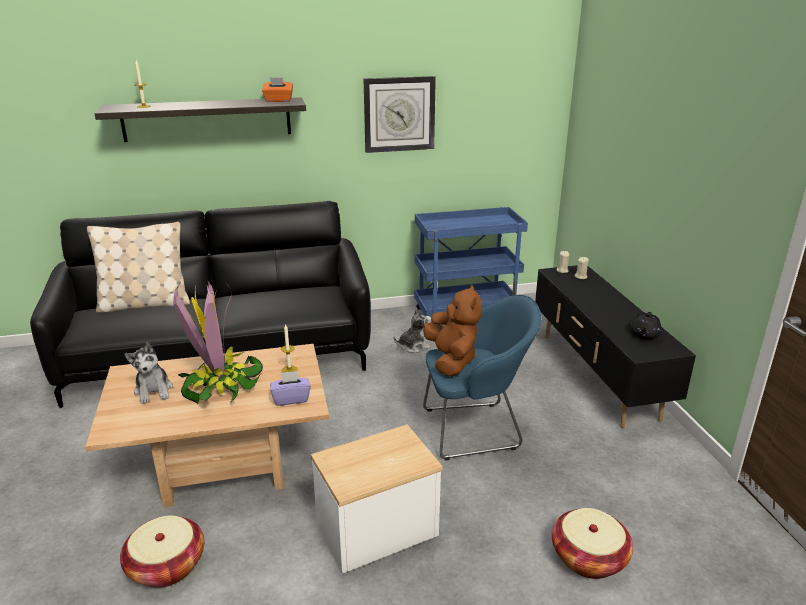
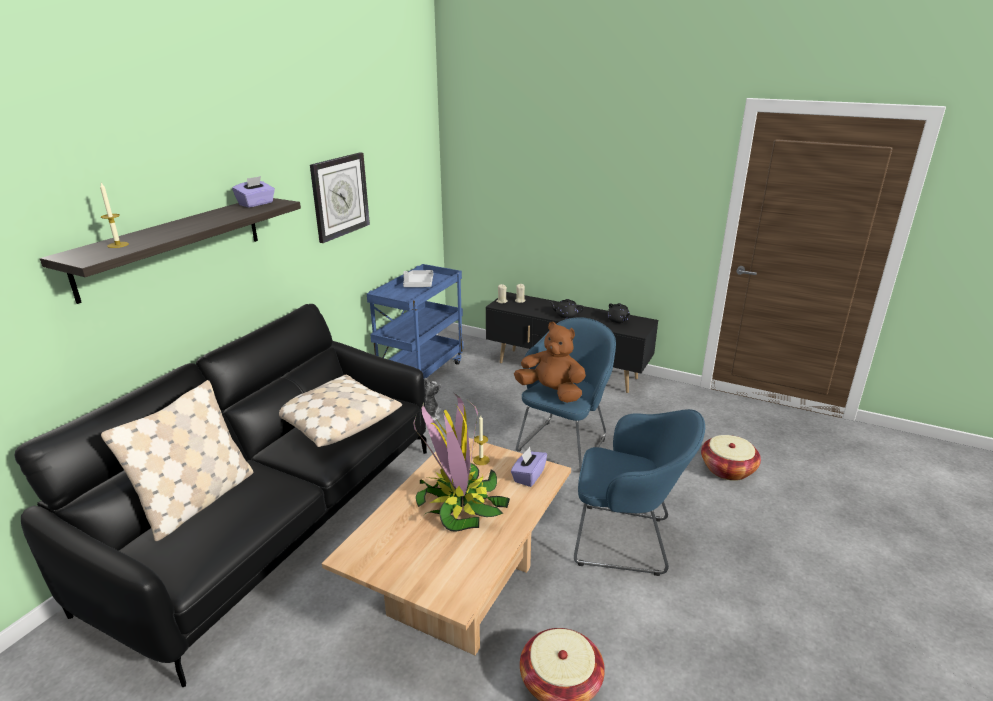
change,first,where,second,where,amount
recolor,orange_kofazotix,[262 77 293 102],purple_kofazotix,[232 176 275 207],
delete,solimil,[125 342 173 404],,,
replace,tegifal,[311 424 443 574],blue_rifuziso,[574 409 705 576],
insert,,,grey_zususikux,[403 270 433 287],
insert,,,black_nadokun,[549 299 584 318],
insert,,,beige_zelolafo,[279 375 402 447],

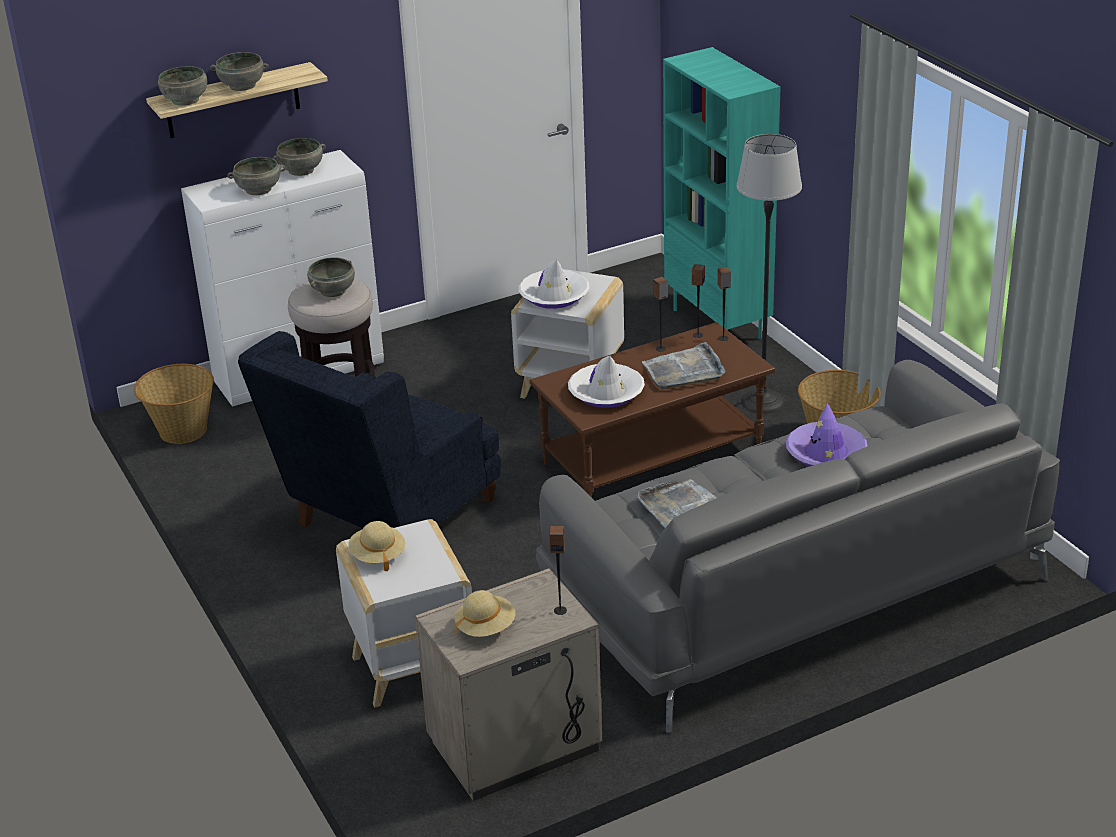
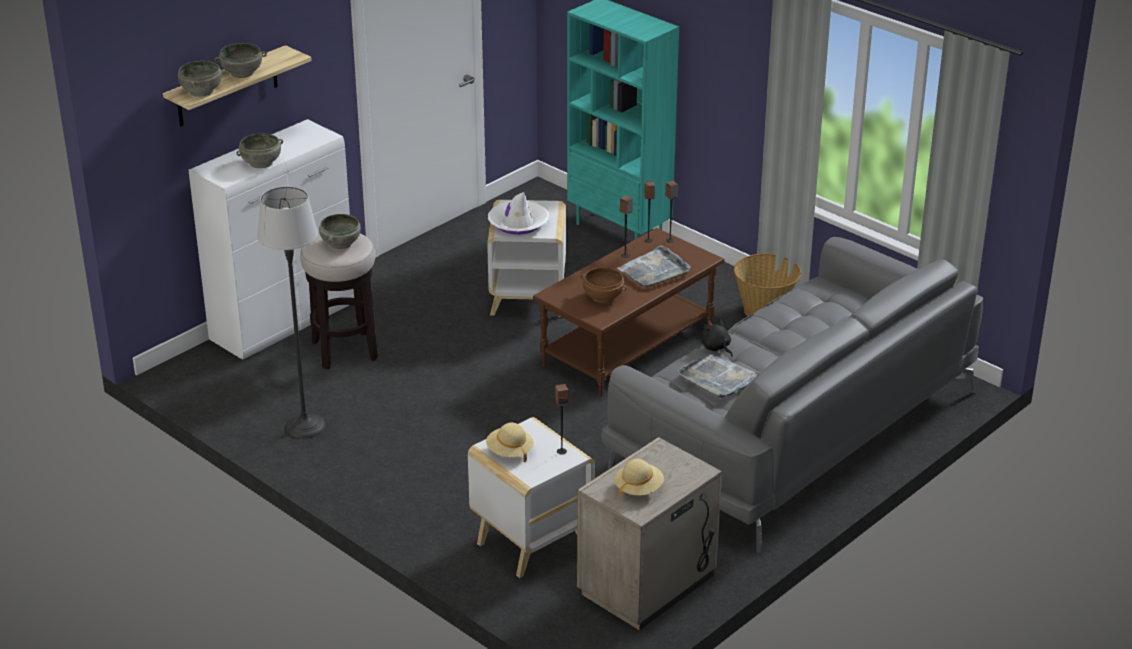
change,first,where,second,where,amount
move,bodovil,[736 134 802 414],,[257 187 326 439],
delete,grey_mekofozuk,[273 138 326 176],,,
delete,blue_rifuziso,[238 331 501 528],,,
replace,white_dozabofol,[568 356 645 408],brown_mekofozuk,[580 268 627 303],
delete,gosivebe,[134 364 214 444],,,
delete,purple_dozabofol,[786 402 868 467],,,
move,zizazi,[549 526 567 615],,[555 384 568 455],
insert,,,black_solimil,[701 319 733 357],

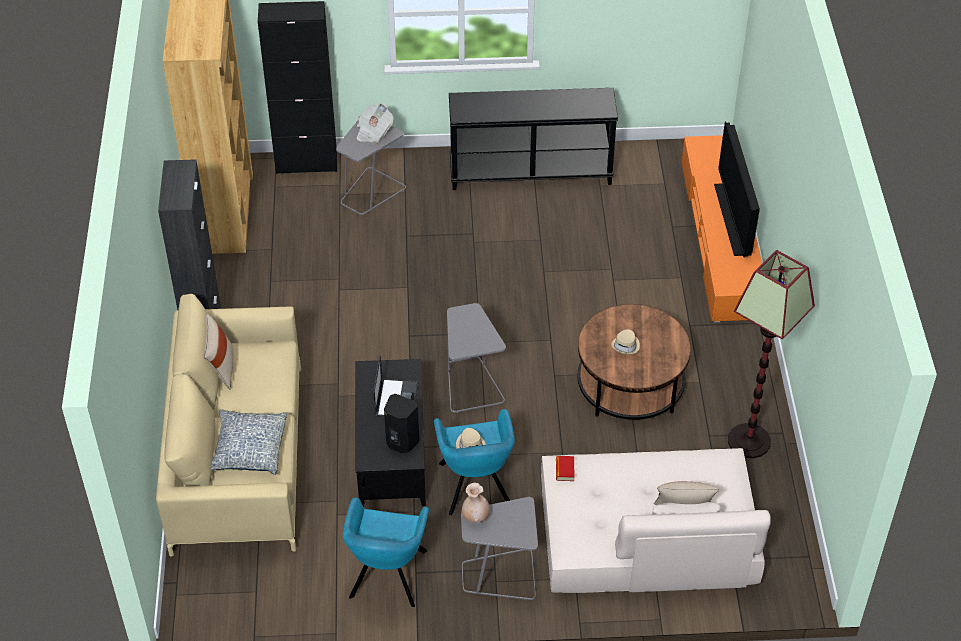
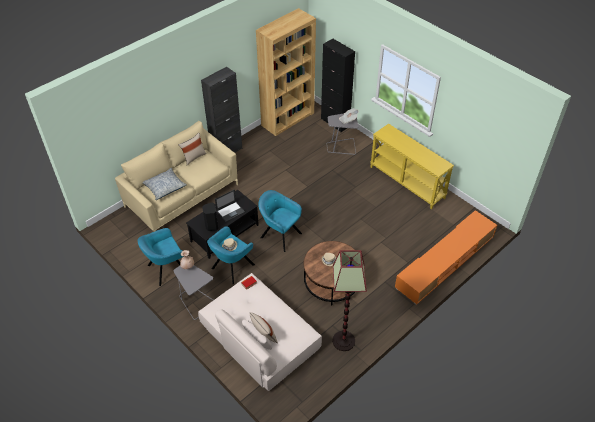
change,first,where,second,where,amount
recolor,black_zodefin,[449 88 618 190],yellow_zodefin,[370 124 454 209],
delete,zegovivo,[714 122 760 258],,,
replace,grey_tegifal,[447 303 506 413],turquoise_rifuziso,[258 190 302 252],

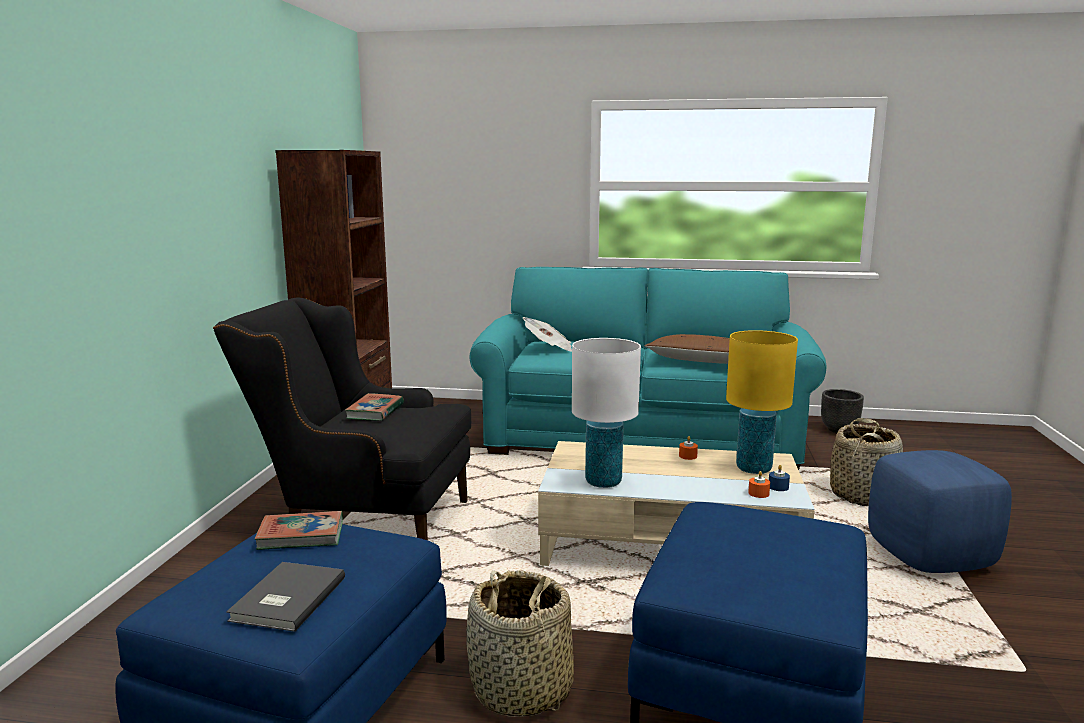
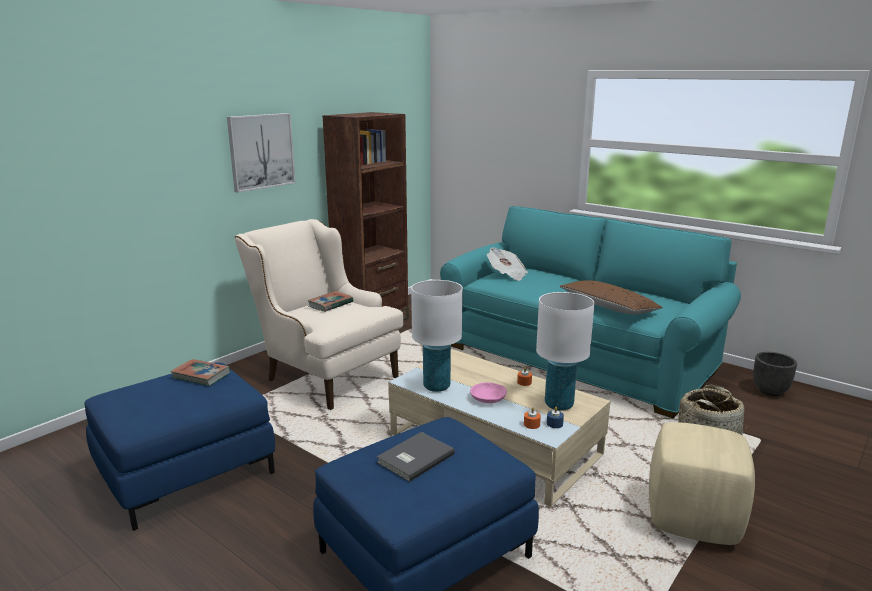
change,first,where,second,where,amount
recolor,black_rifuziso,[213 298 471 540],beige_rifuziso,[234 219 403 410],
recolor,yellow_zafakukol,[726 330 798 474],white_zafakukol,[536 292 595 411],
recolor,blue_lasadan,[868 450 1012 573],beige_lasadan,[649 422 755 545],
move,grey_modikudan,[226 562 345 632],,[376 432 455 482],
delete,gosivebe,[466 570 574 717],,,
insert,,,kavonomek,[227 113 296 193],
insert,,,pink_mekofozuk,[470 382 507 403],

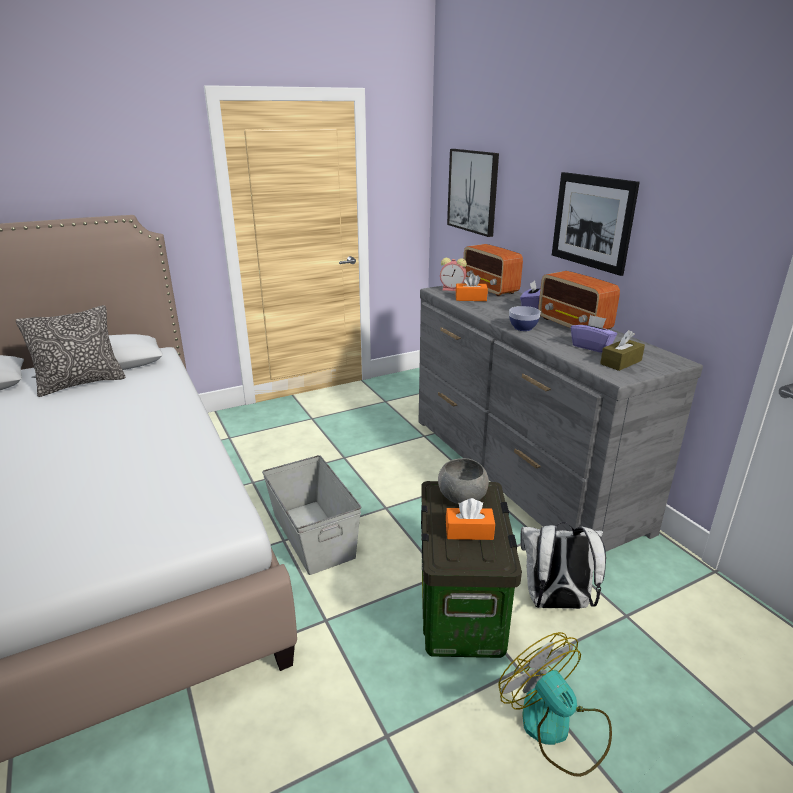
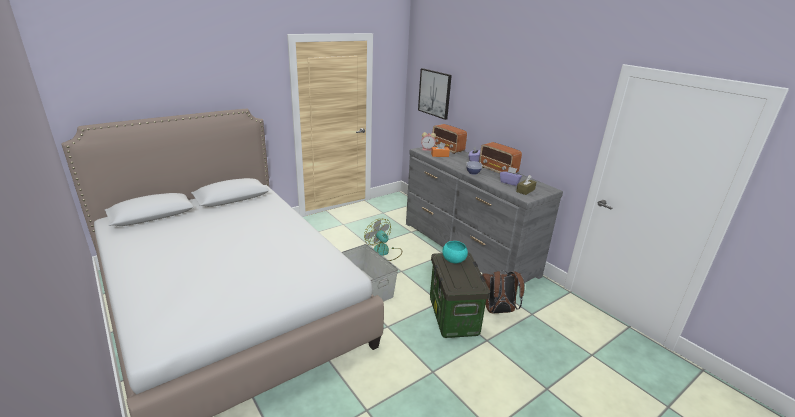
change,first,where,second,where,amount
delete,kavonomek,[552 172 640 276],,,
delete,zelolafo,[16 305 125 397],,,
recolor,grey_mekofozuk,[438 458 489 504],turquoise_mekofozuk,[442 241 468 263],
delete,orange_kofazotix,[446 498 495 540],,,
recolor,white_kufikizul,[520 522 606 609],brown_kufikizul,[482 270 525 313],
move,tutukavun,[498 632 612 777],,[364 218 402 261],

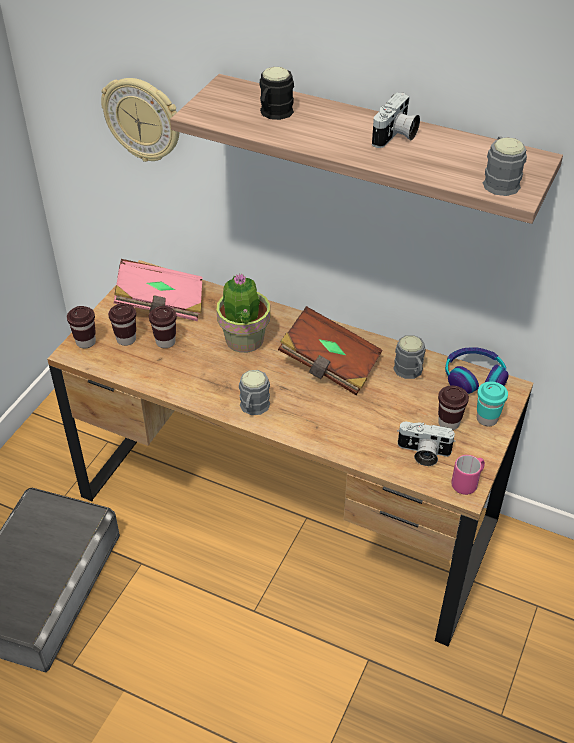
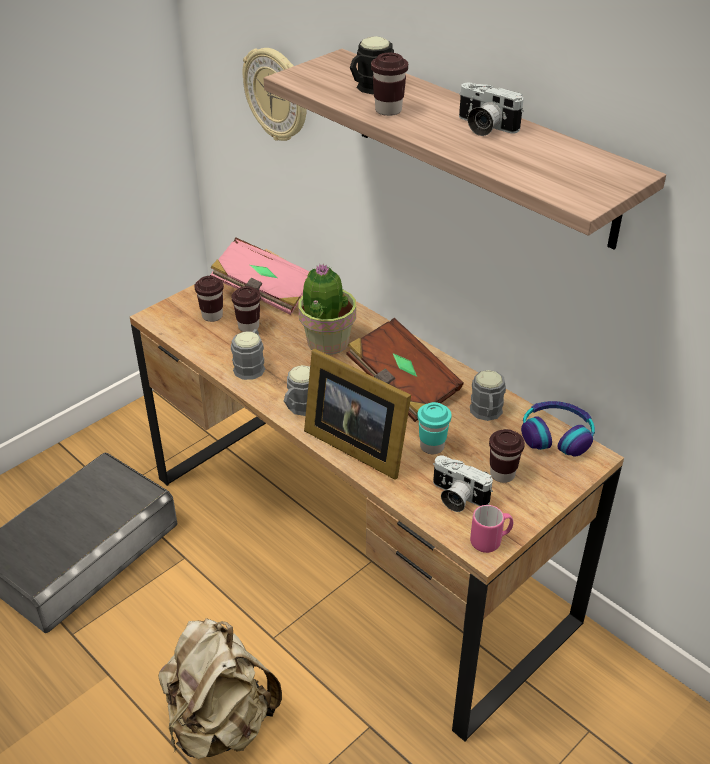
change,first,where,second,where,amount
rotate,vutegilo,[372 92 420 148],,[459 83 524 136],75 degrees clockwise
move,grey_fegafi,[483 137 527 196],,[231 329 265 380],
move,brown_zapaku,[67 306 96 348],,[371 53 408 116],
move,turquoise_zapaku,[477 382 508 426],,[417 402 452 454],
insert,,,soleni,[304 349 411 480],
insert,,,beige_kufikizul,[158 618 282 759],

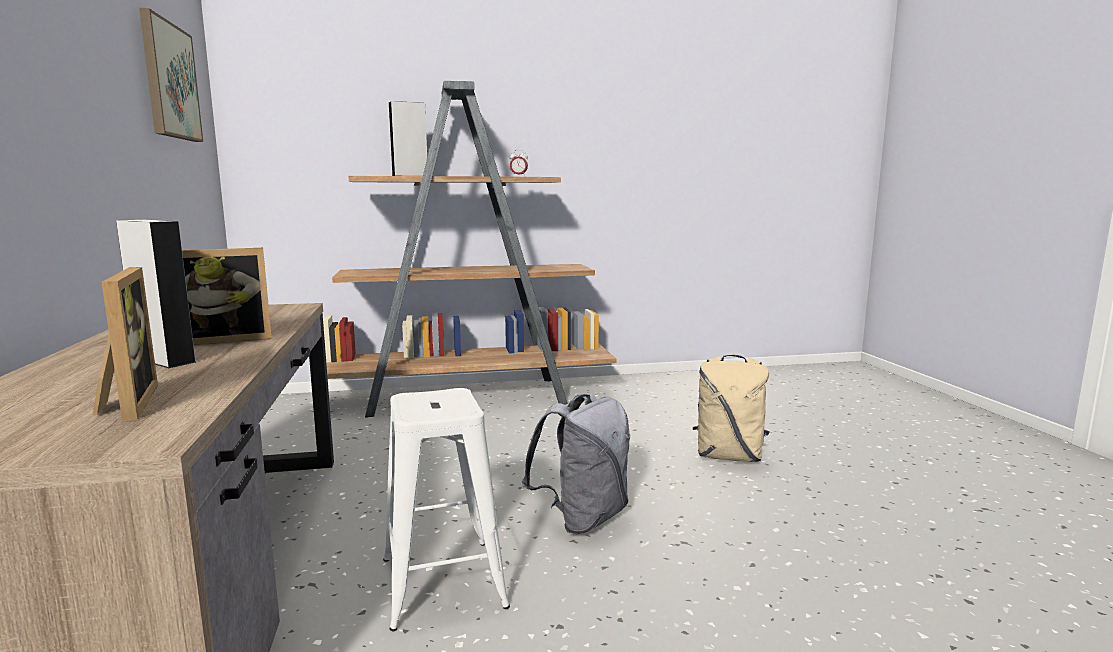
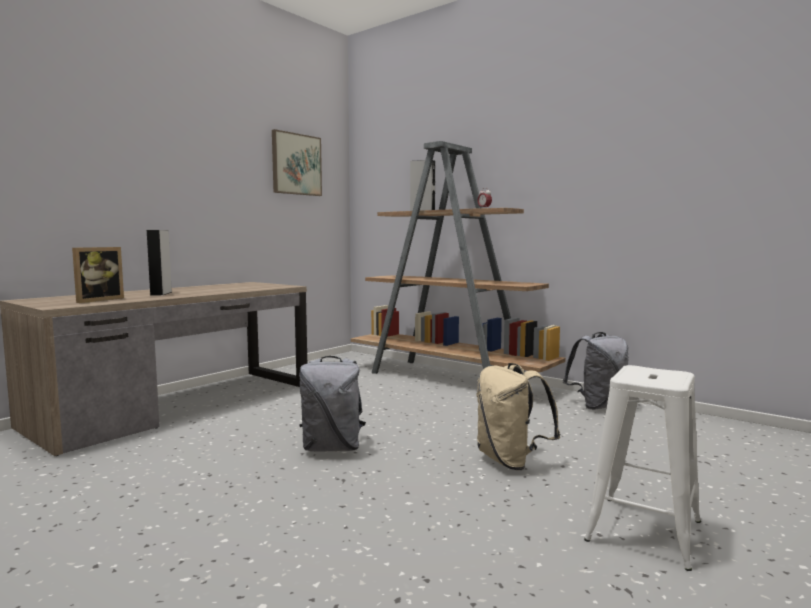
change,first,where,second,where,amount
delete,soleni,[182 248 272 345],,,
move,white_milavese,[383 388 510 631],,[584 365 701 571],
insert,,,grey_kufikizul,[563 332 629 410],

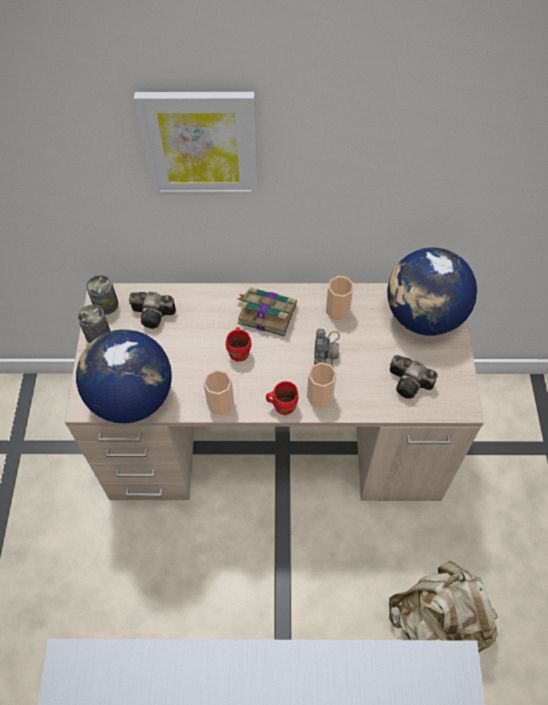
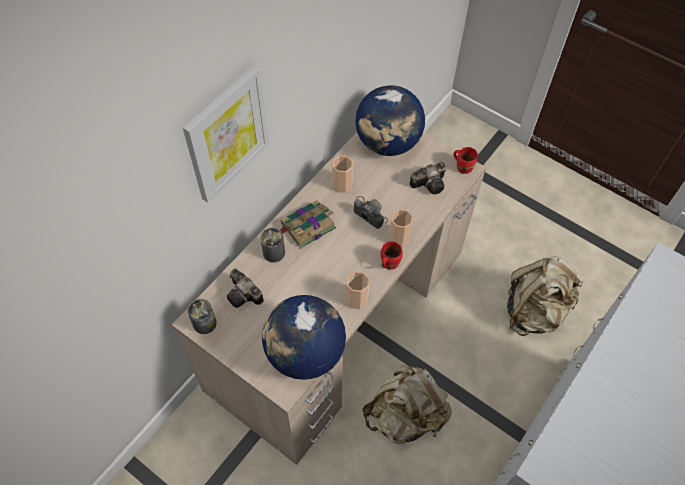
change,first,where,second,where,amount
rotate,vutegilo,[129 292 176 329],,[227 268 264 308],90 degrees clockwise
move,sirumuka,[77 304 110 343],,[260 228 285 263],
move,red_fegafi,[226 327 251 362],,[453 147 478 174],
insert,,,beige_kufikizul,[362 365 452 444],

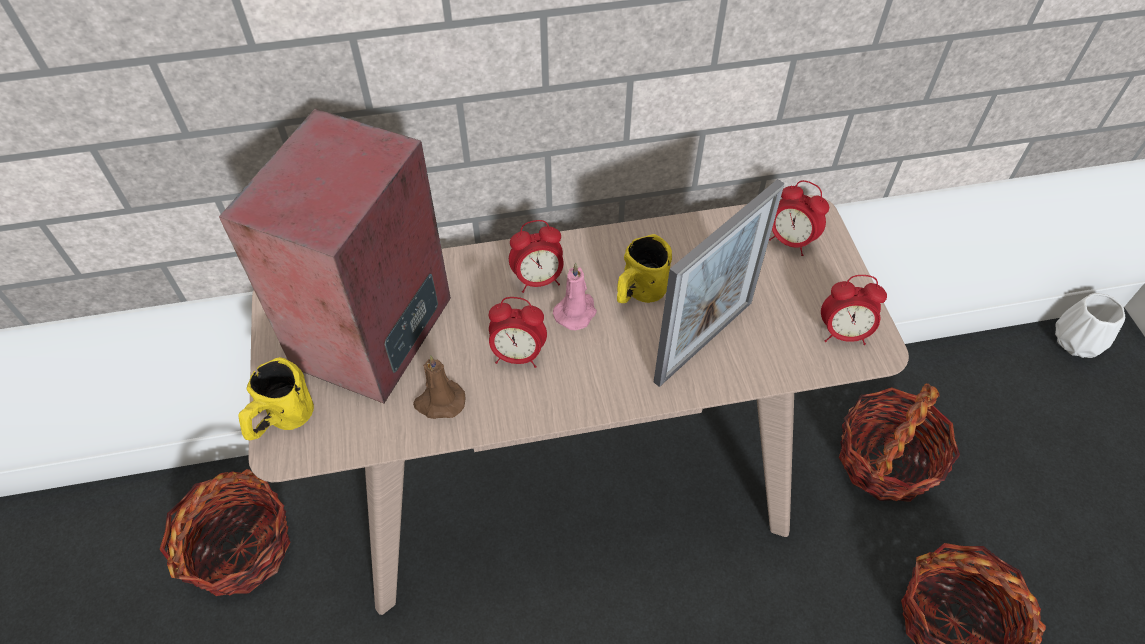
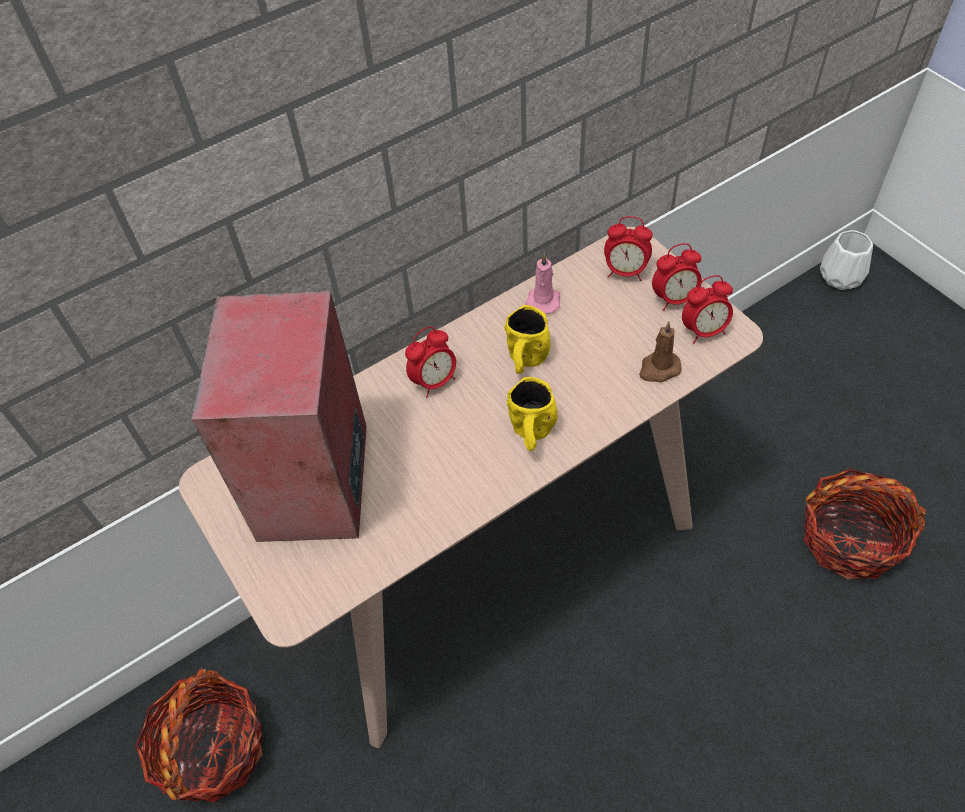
change,first,where,second,where,amount
delete,soleni,[654 179 785 387],,,
move,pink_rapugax,[553 263 597 330],,[526 253 560 314],
move,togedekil,[489 297 547 368],,[652 243 702 311],
move,brown_rapugax,[413 355 465 419],,[639 321 681 382],
move,yellow_fegafi,[238 357 314 440],,[507 377 558 451],
delete,gosivebe,[839 383 960 502],,,

